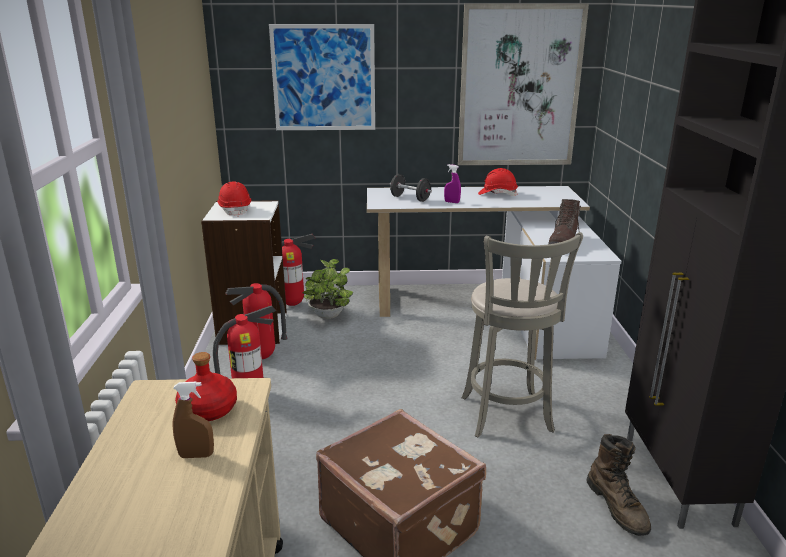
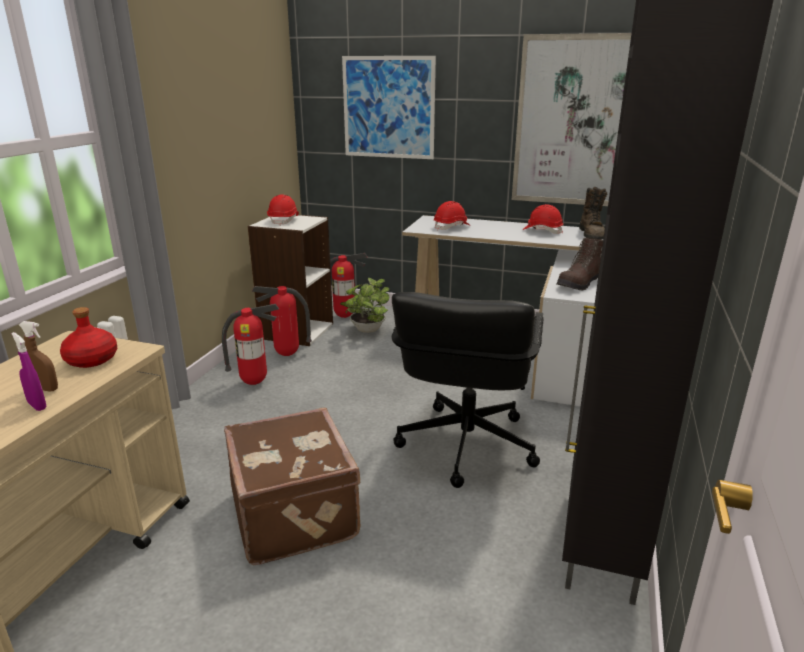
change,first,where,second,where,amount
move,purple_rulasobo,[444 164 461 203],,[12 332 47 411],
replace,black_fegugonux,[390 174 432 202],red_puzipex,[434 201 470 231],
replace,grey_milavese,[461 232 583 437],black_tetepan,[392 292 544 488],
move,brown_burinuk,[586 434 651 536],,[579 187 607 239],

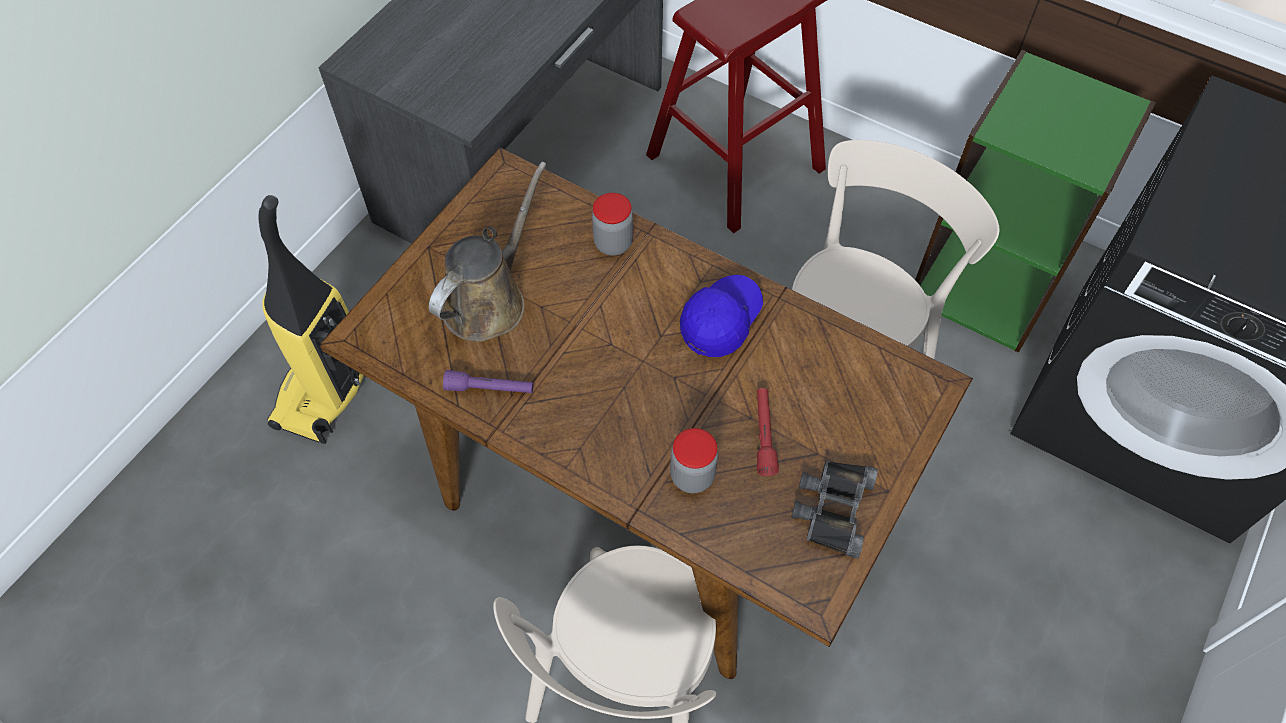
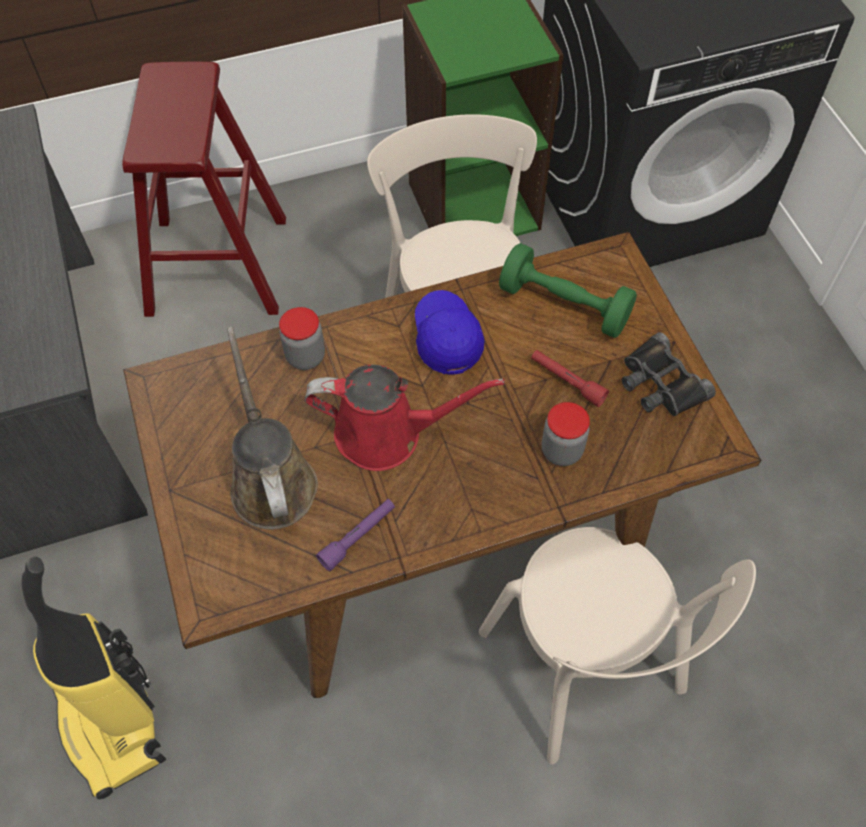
change,first,where,second,where,amount
insert,,,green_fegugonux,[499 243 637 338],
insert,,,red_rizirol,[305 365 504 471],

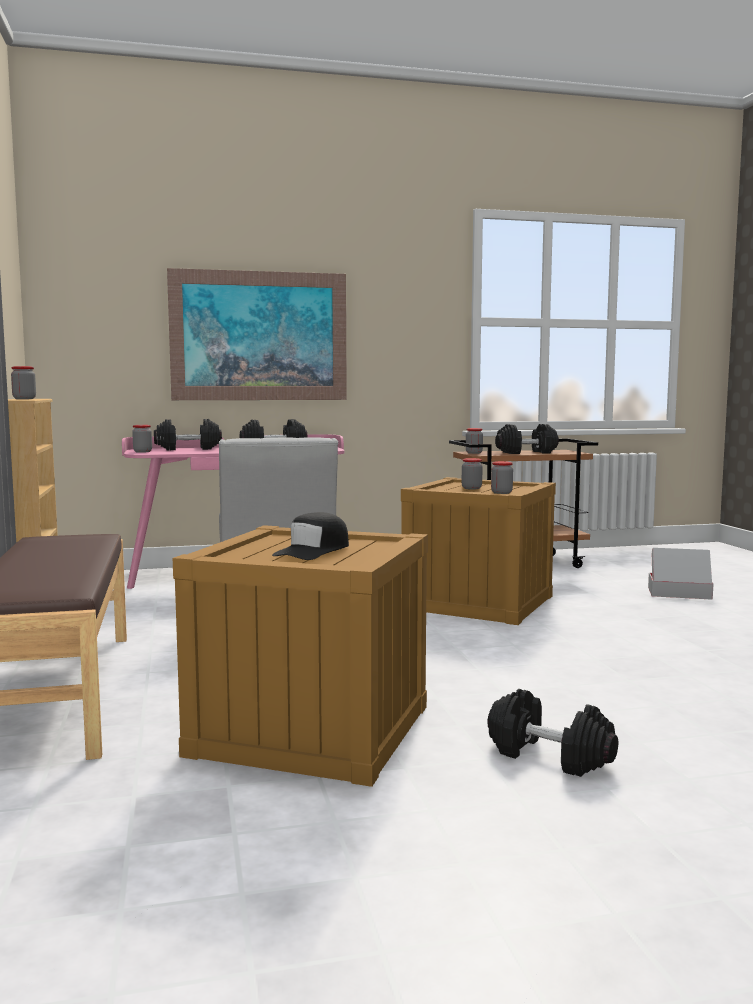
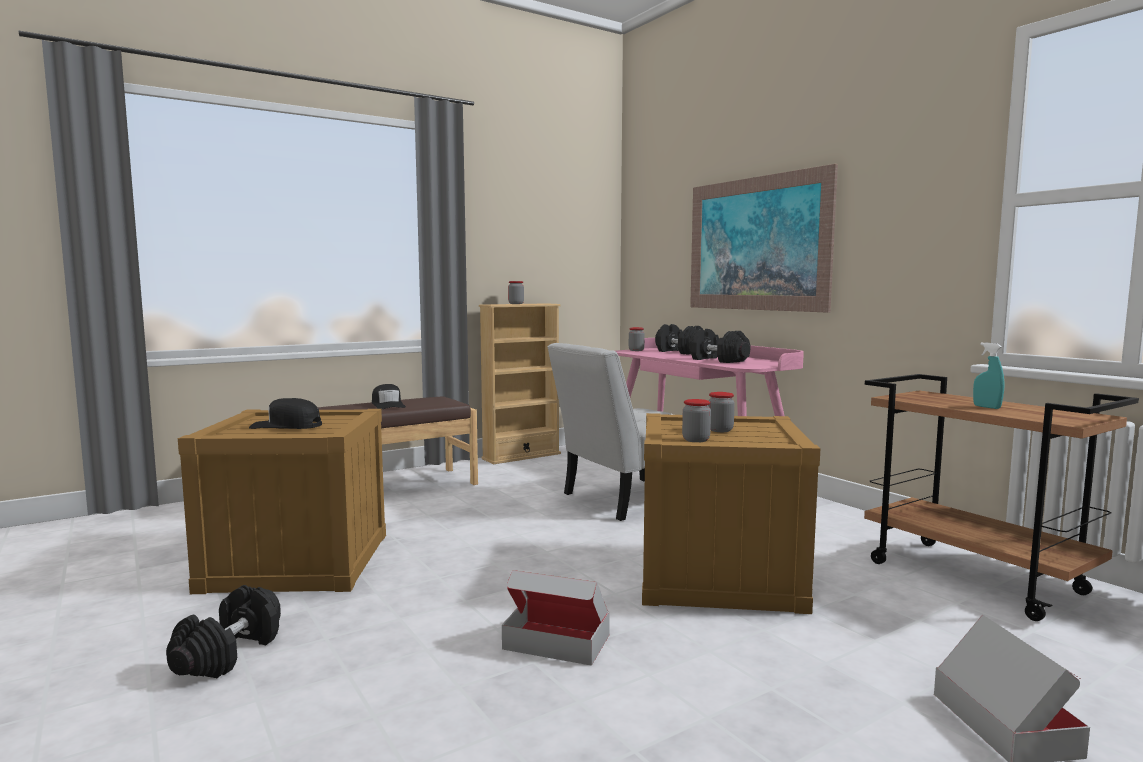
change,first,where,second,where,amount
replace,black_fegugonux,[495 424 559 454],turquoise_rulasobo,[973 342 1004 409],
delete,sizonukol,[466 428 483 454],,,
insert,,,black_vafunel,[372 384 406 409],
insert,,,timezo,[502 570 610 666],

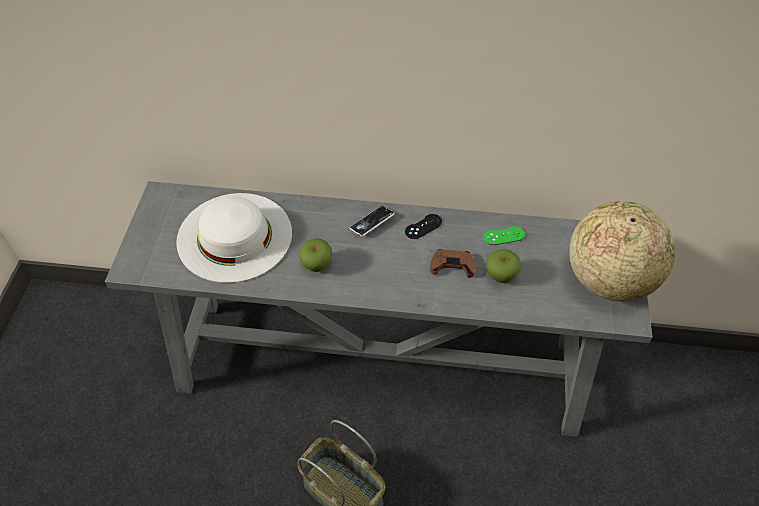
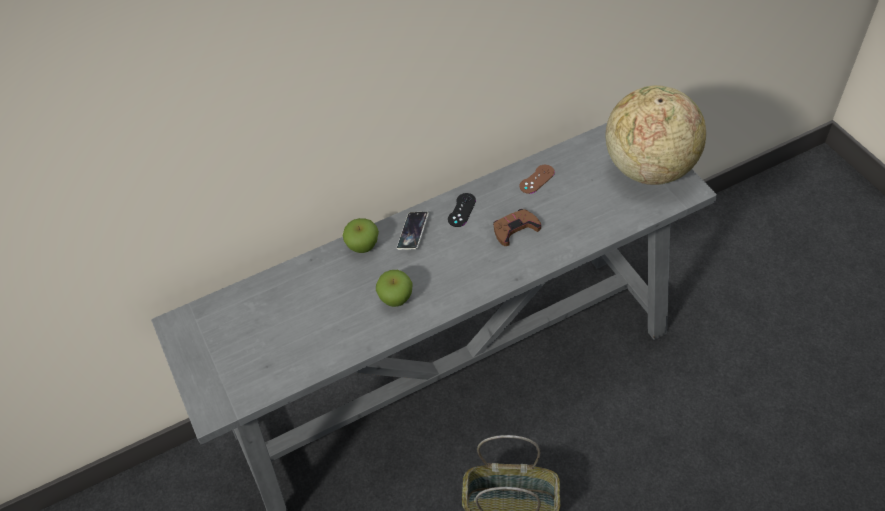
change,first,where,second,where,amount
delete,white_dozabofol,[176 193 292 283],,,
recolor,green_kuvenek,[483 226 525 245],brown_kuvenek,[520 165 555 194],
move,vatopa,[486 249 522 283],,[343 218 379 253],

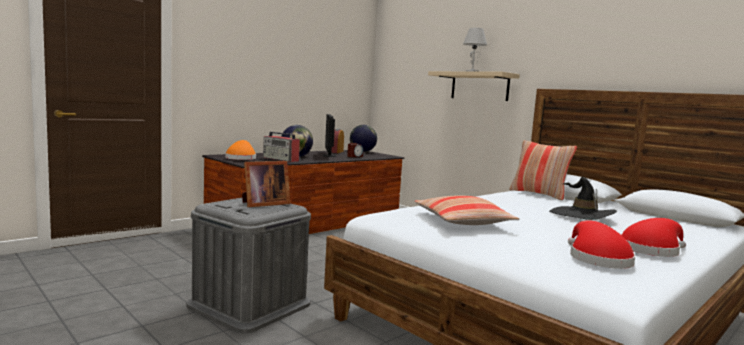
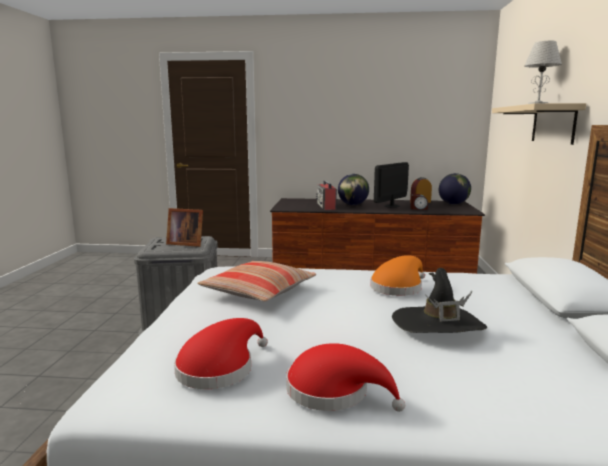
change,first,where,second,where,amount
move,orange_dozabofol,[225 140 256 160],,[370 255 425 296],
delete,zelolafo,[509 140 577 200],,,

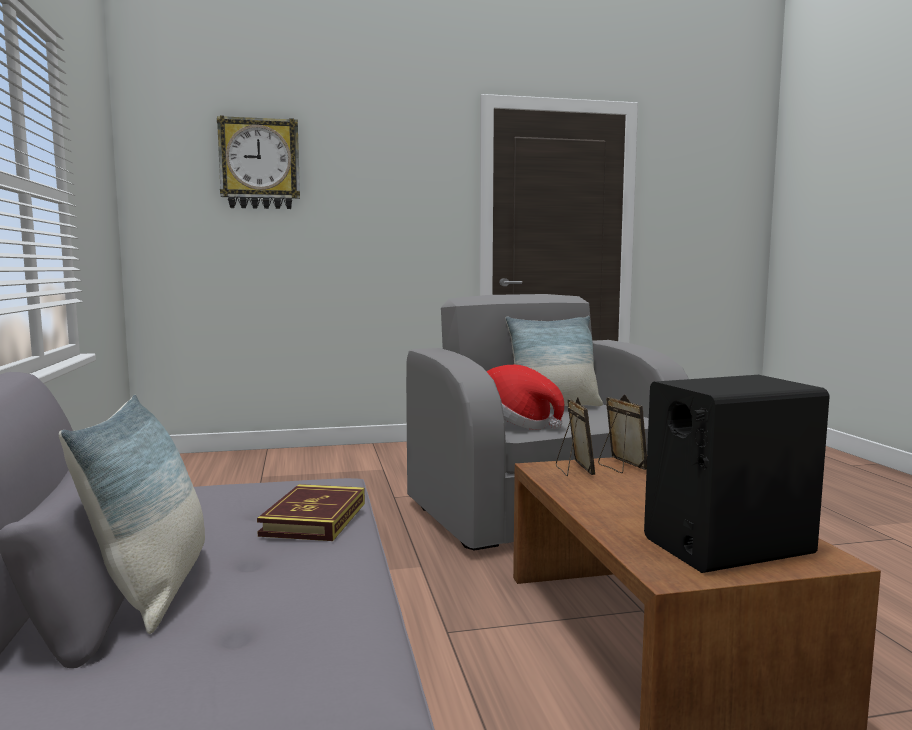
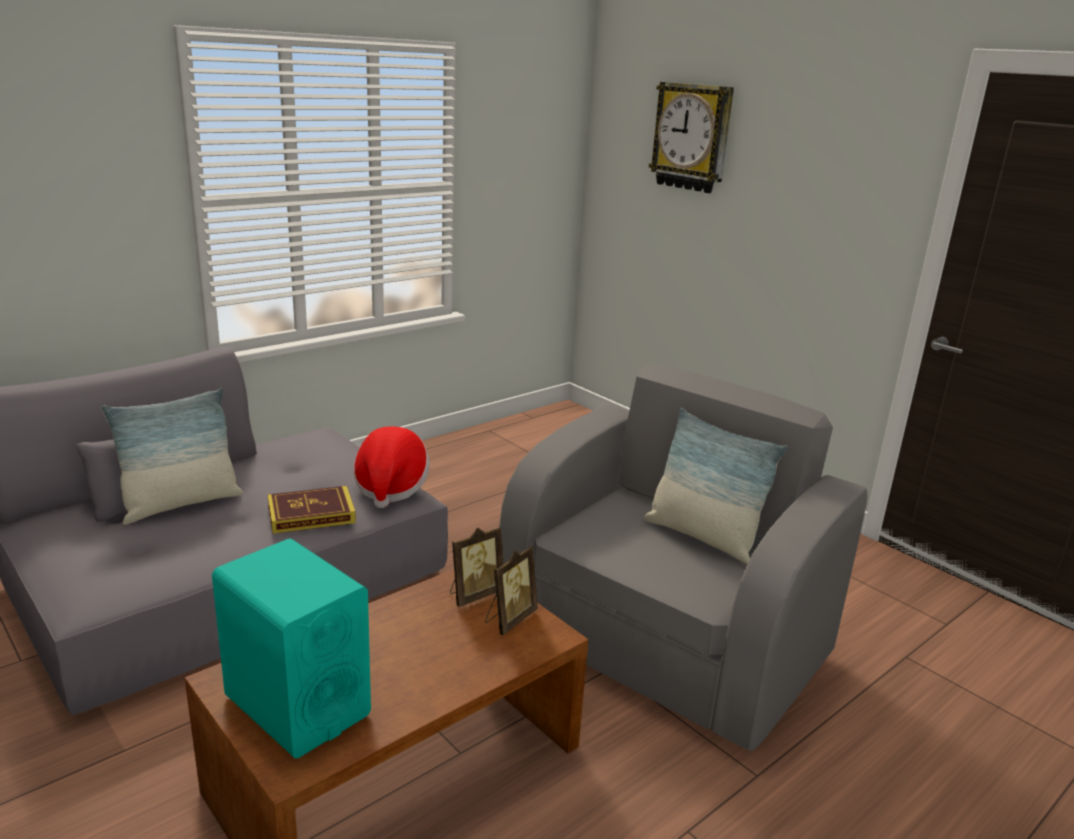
change,first,where,second,where,amount
move,dozabofol,[487 365 564 430],,[354 426 430 508],
recolor,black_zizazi,[644 375 830 573],turquoise_zizazi,[212 539 371 758],

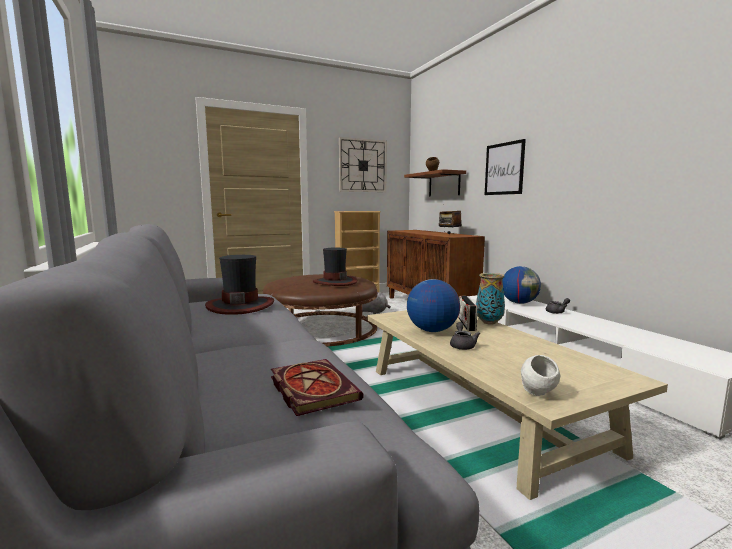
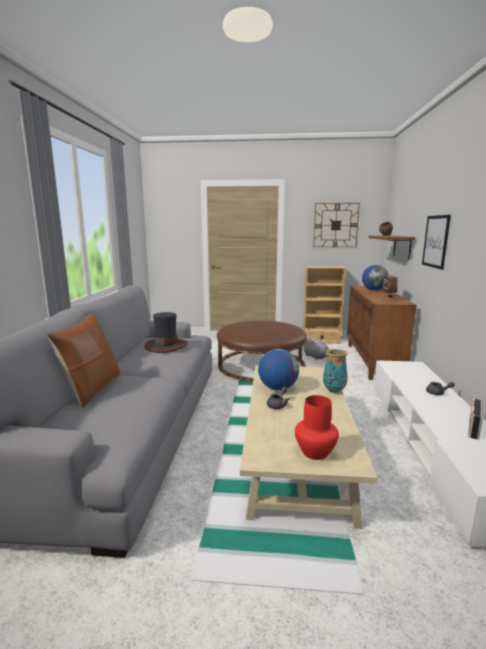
change,first,where,second,where,amount
delete,dozabofol,[313 247 357 286],,,
move,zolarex,[502 266 541 304],,[362 265 389 291],
move,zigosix,[458 296 478 331],,[468 399 482 439],
delete,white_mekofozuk,[521 355 560 396],,,
delete,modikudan,[271 359 363 416],,,
insert,,,brown_zelolafo,[47 314 120 407],
insert,,,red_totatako,[295 395 339 460],

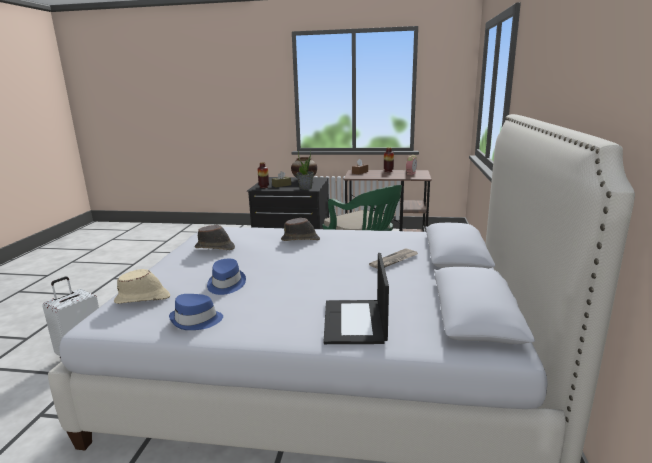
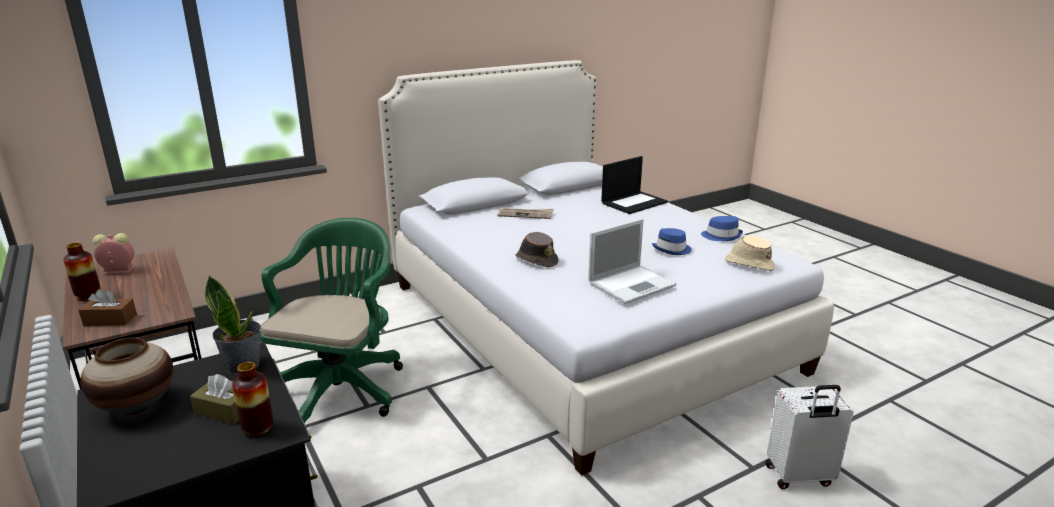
change,first,where,second,where,amount
replace,brown_dozabofol,[195 225 235 250],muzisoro,[588 219 677 304],

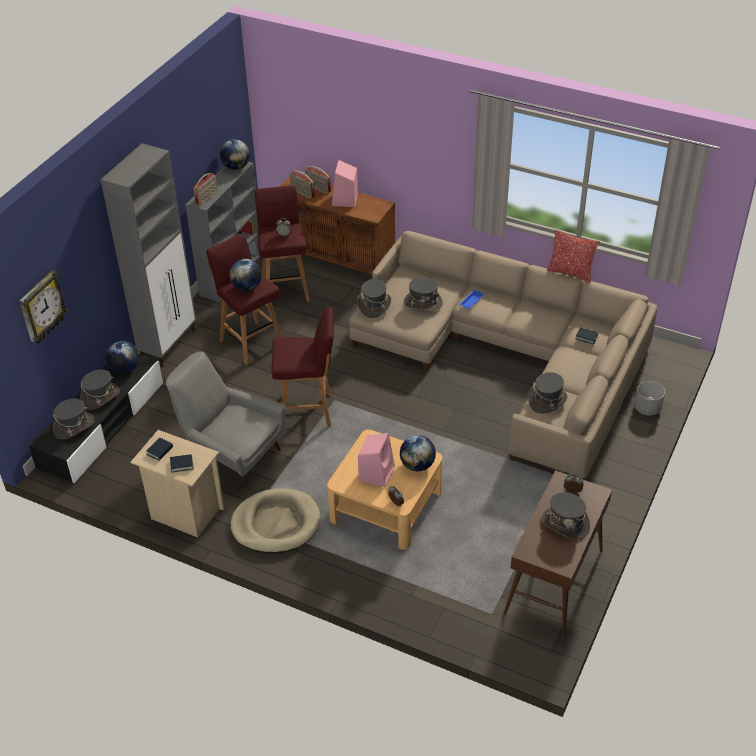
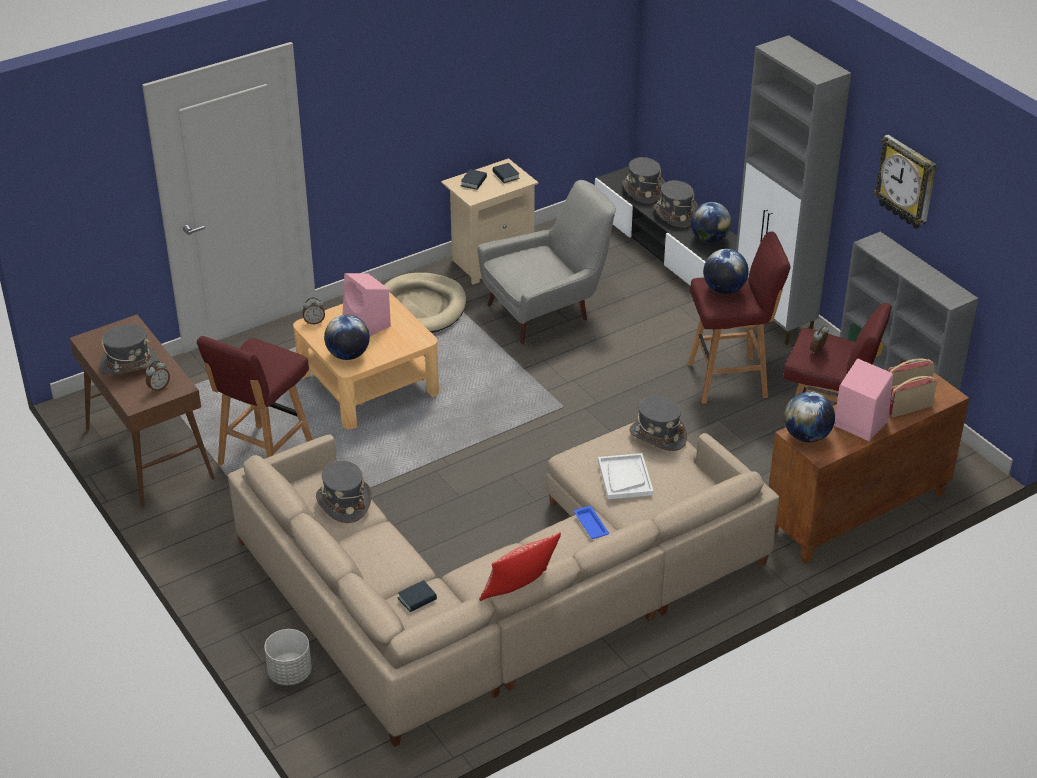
change,first,where,second,where,amount
move,zolarex,[220 139 250 170],,[784 392 835 442],
delete,zigosix,[193 173 218 206],,,
move,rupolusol,[19 270 67 344],,[873 135 937 229],
replace,grey_dozabofol,[404 277 443 310],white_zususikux,[598 453 654 499],
move,red_milavese,[271 307 334 427],,[197 336 313 466],

